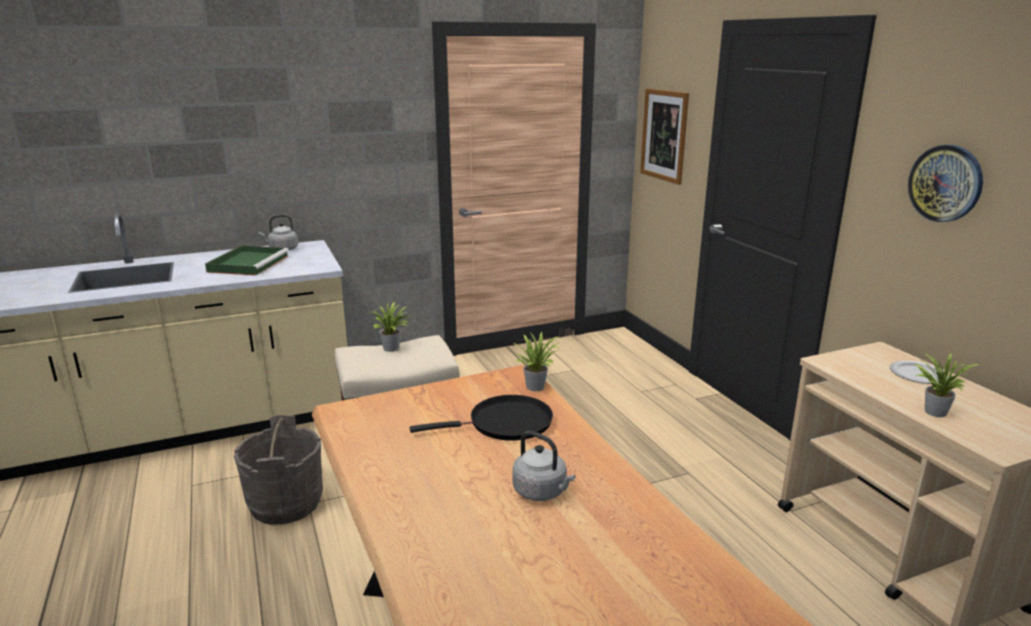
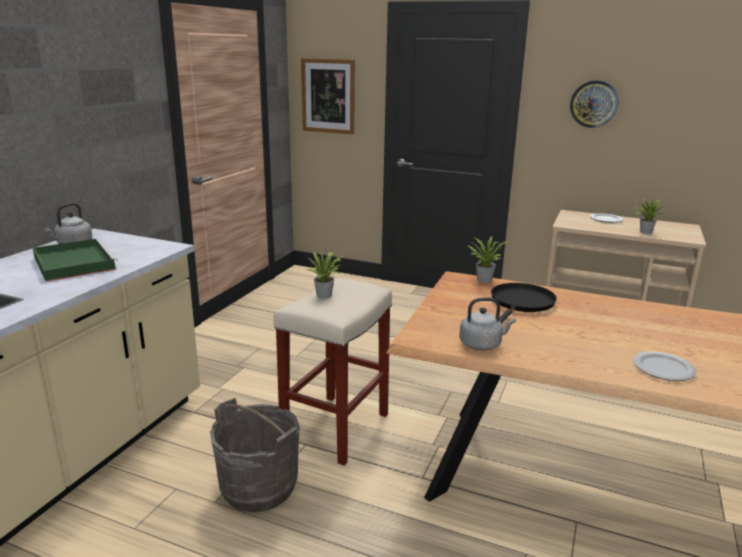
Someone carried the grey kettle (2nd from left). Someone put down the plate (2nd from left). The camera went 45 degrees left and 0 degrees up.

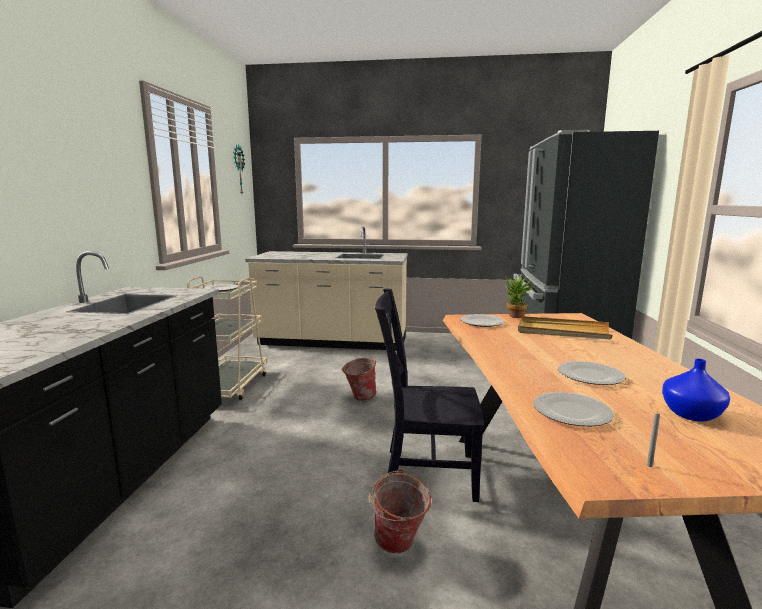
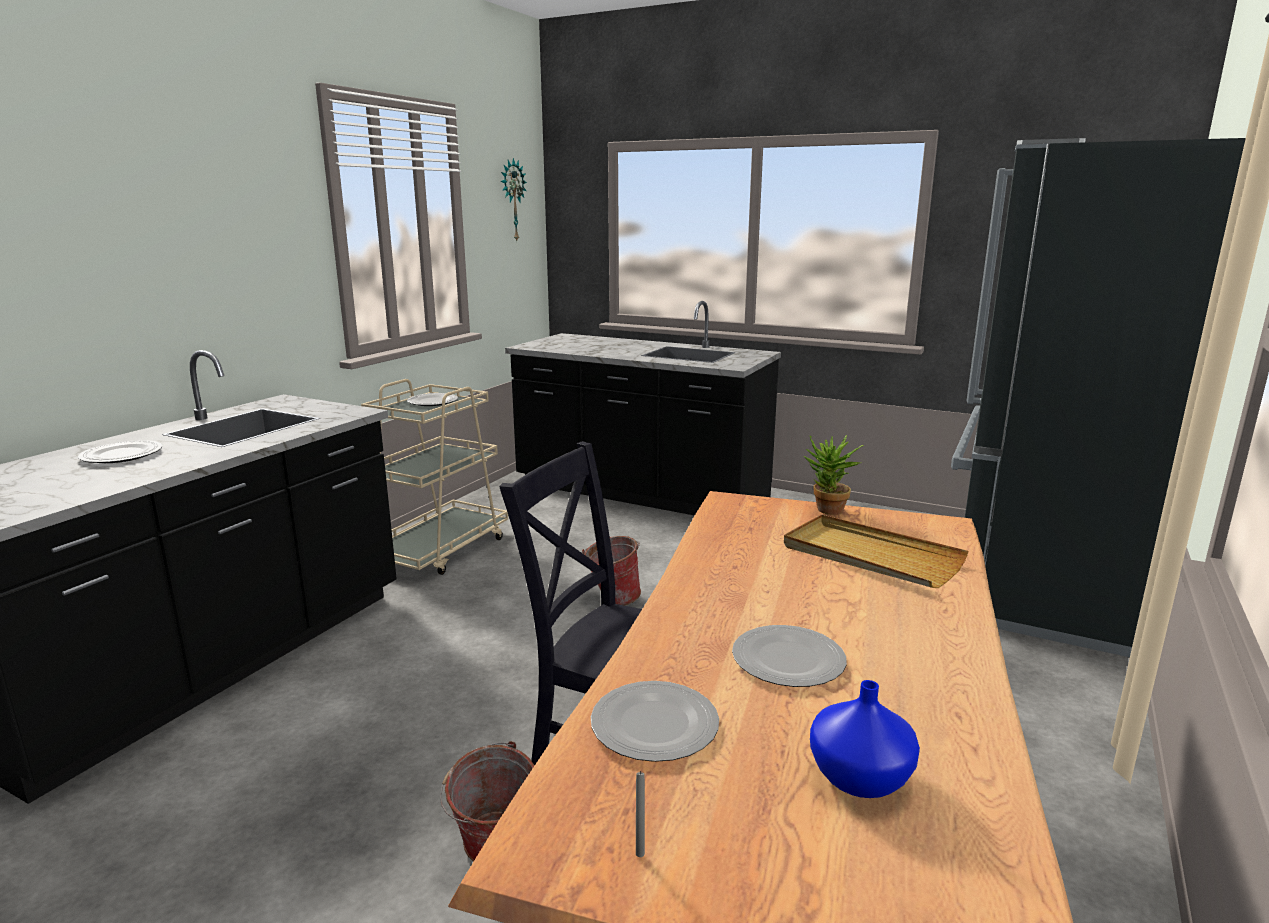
Someone repainted the beige counter, which became the black counter (2nd from left). Someone carried the plate (2nd from left in the first image). The camera went 20 degrees right and 5 degrees up.

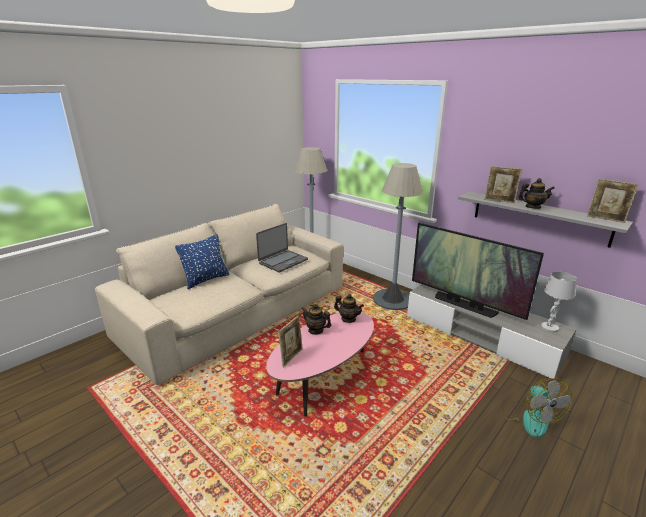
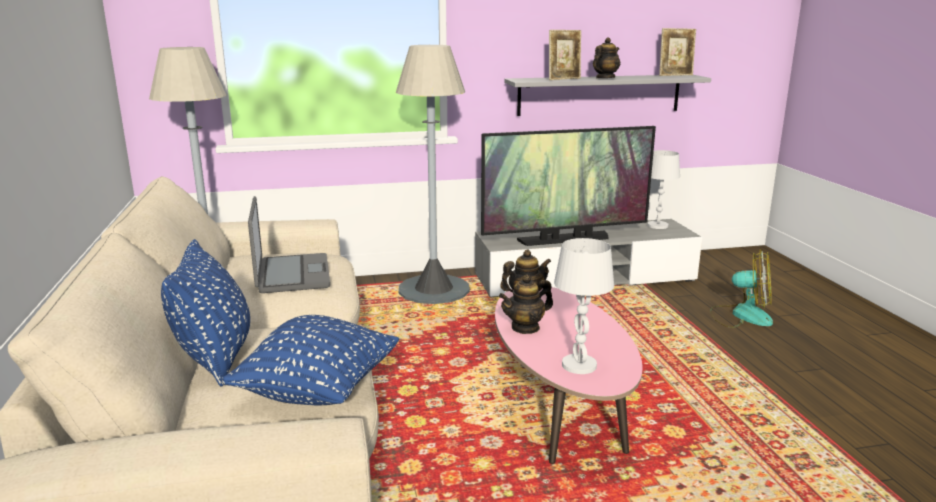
Someone swapped the picture frame (1st from left) for the white table lamp (1st from left). Someone put down the blue pillow (2nd from left). The camera went 55 degrees left and 5 degrees down.

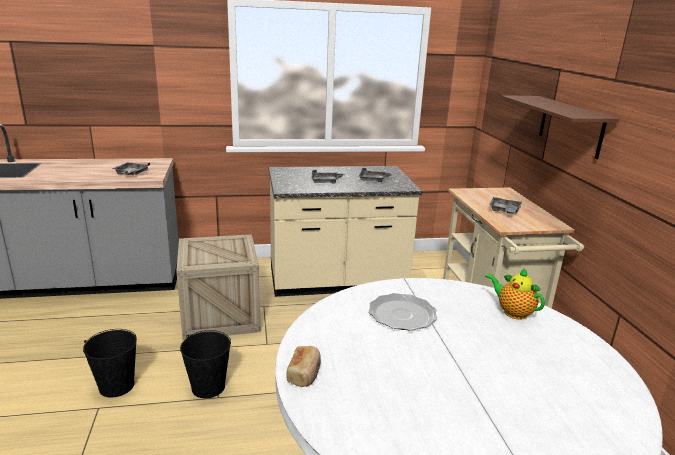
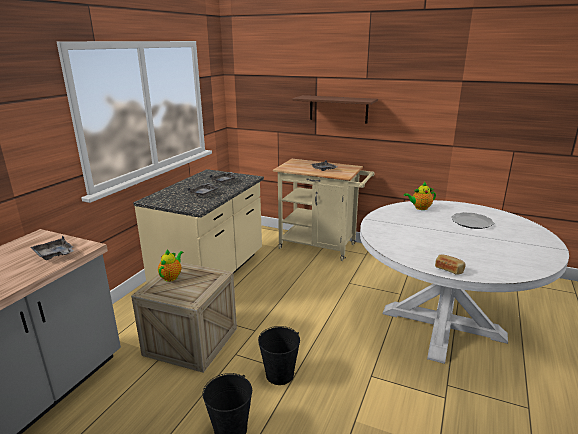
Someone carried the plate. Someone put down the teapot (1st from left). The camera went 55 degrees left and 0 degrees up.

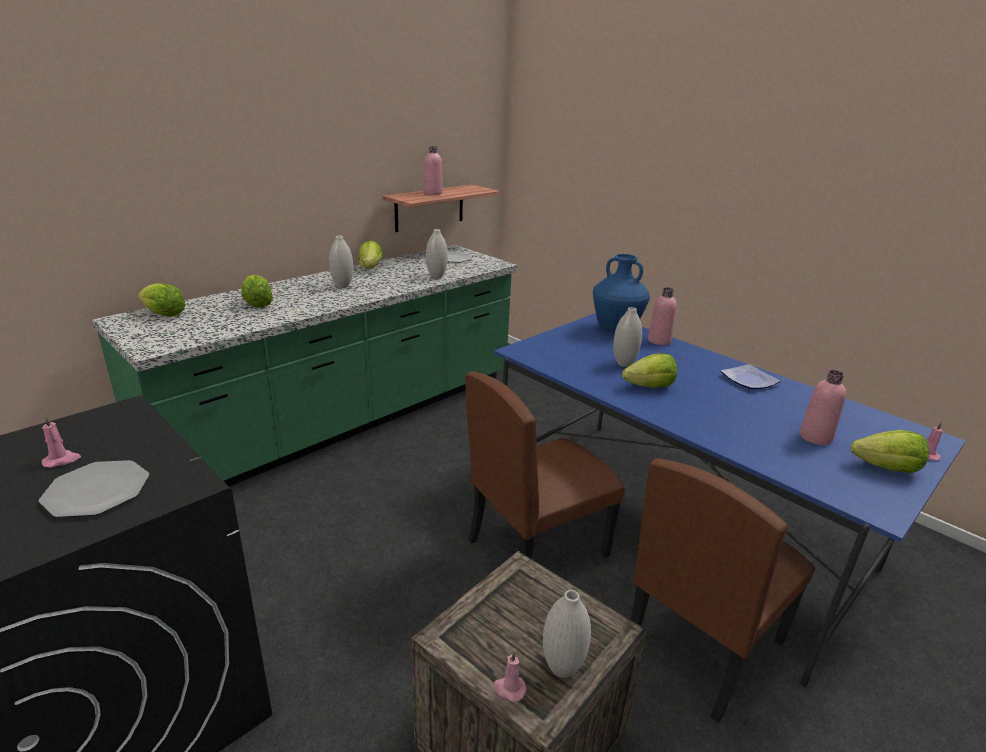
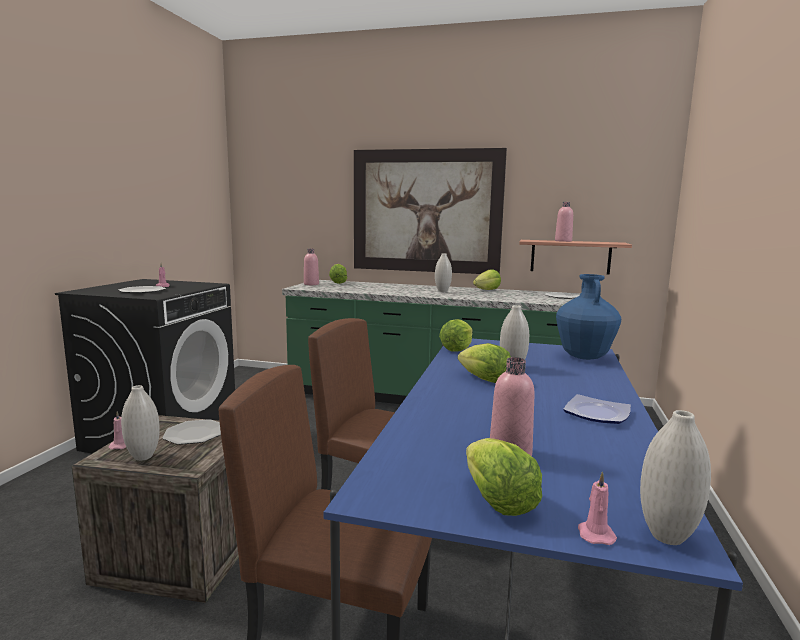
Someone carried the white vase (2nd from left in the first image). Someone carried the lettuce (2nd from left). Someone carried the pink bottle (2nd from left in the first image). Someone put up the picture. Someone put down the plate (2nd from left). The camera went 60 degrees right and 15 degrees down.

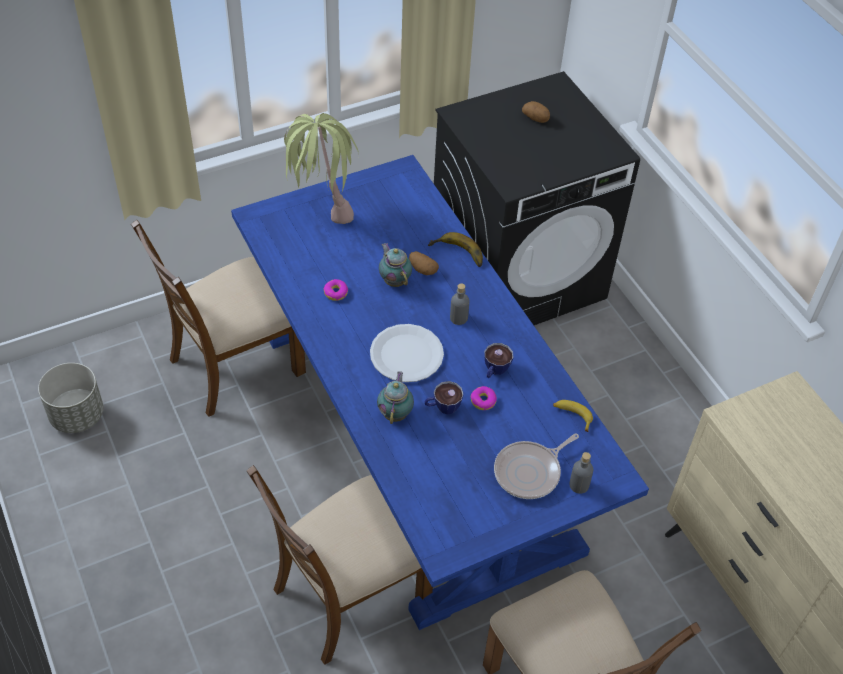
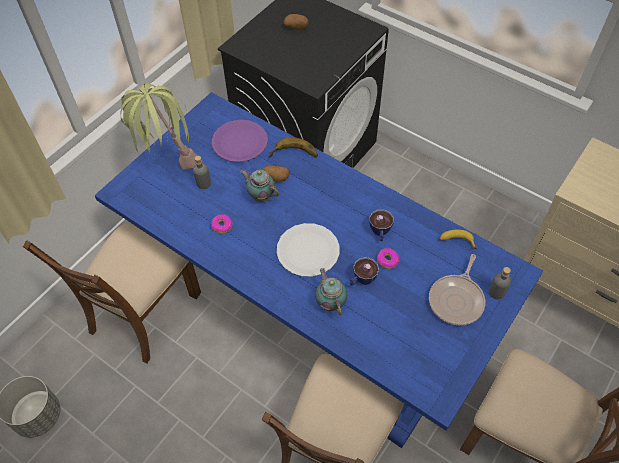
Someone carried the grey bottle (1st from left). Someone put down the purple plate. The camera went 25 degrees left and 5 degrees up.

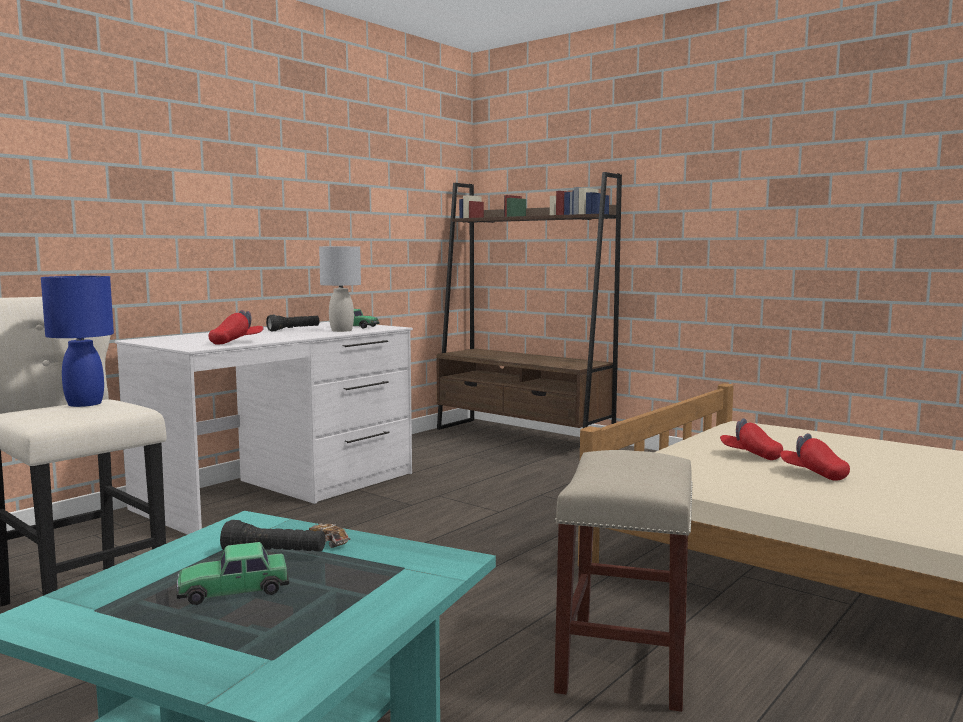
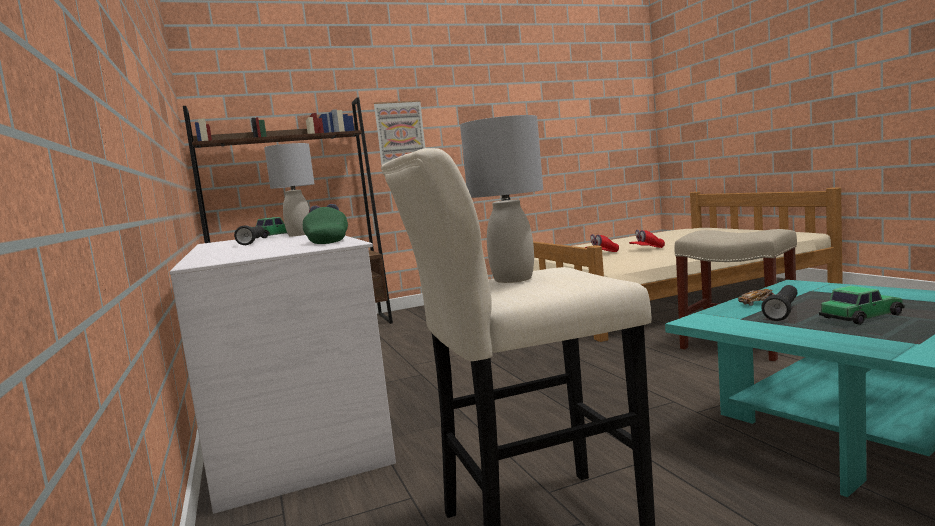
Someone repainted the blue table lamp, which became the grey table lamp (2nd from left). Someone repainted the red cap (1st from left), which became the green cap. Someone rotated the toy car (1st from left in the first image) by 120 degrees counterclockwise. Someone put up the picture. The camera went 60 degrees left and 0 degrees up.

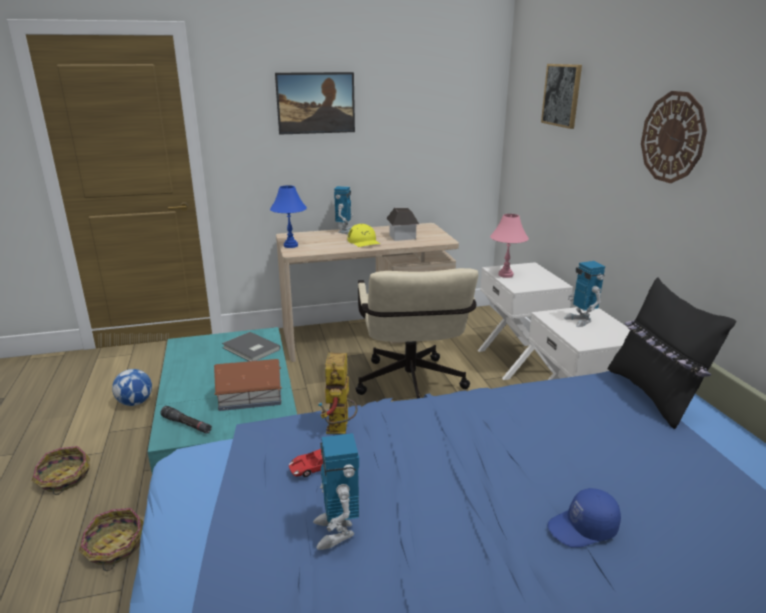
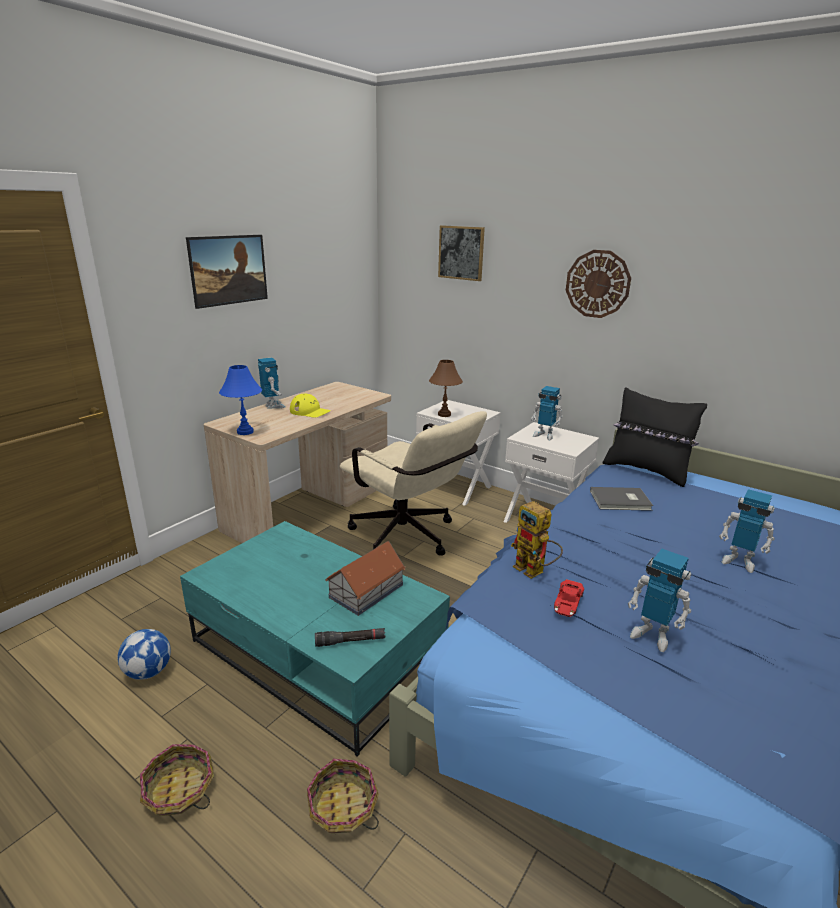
Someone took away the toy house (2nd from left). Someone repainted the pink table lamp, which became the brown table lamp. Someone carried the grey book. Someone swapped the blue cap for the toy robot (5th from left). The camera went 40 degrees left and 0 degrees up.

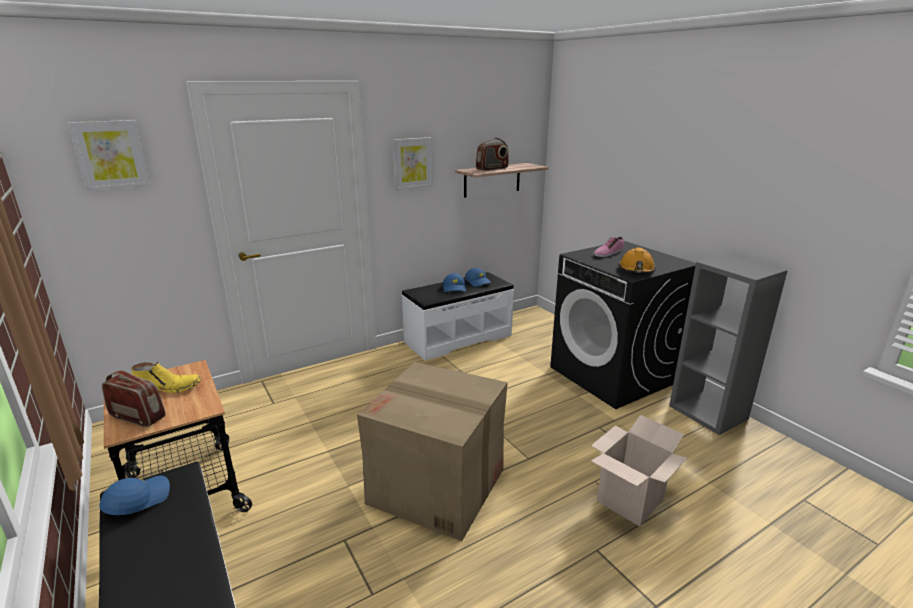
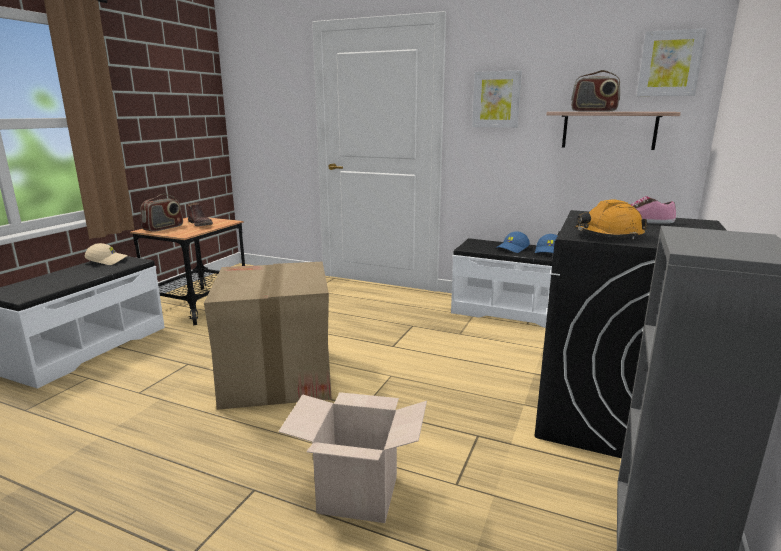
Someone carried the picture (1st from left in the first image). Someone repainted the yellow boot, which became the brown boot. Someone rotated the radio (1st from left) by 45 degrees clockwise. Someone repainted the blue cap (1st from left), which became the beige cap. The camera went 55 degrees right and 5 degrees down.

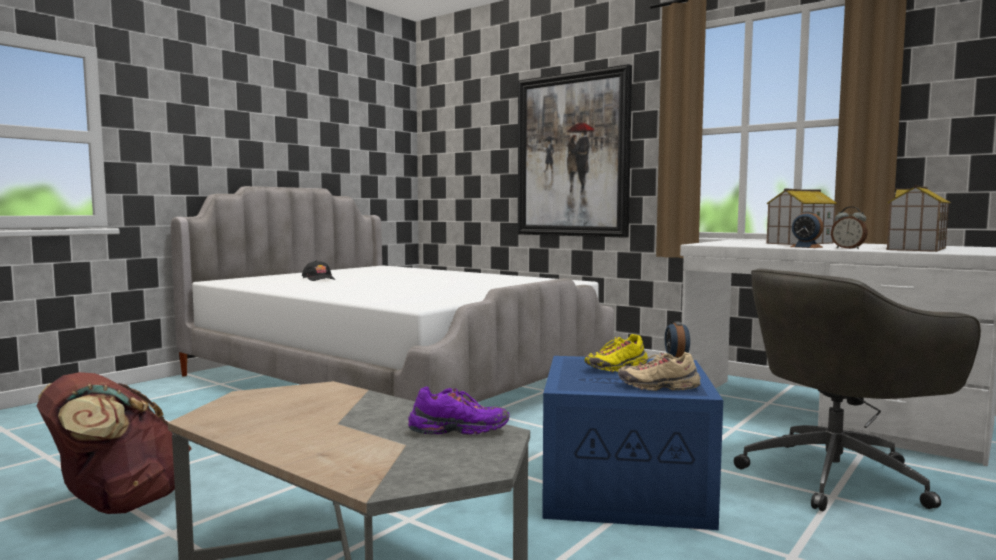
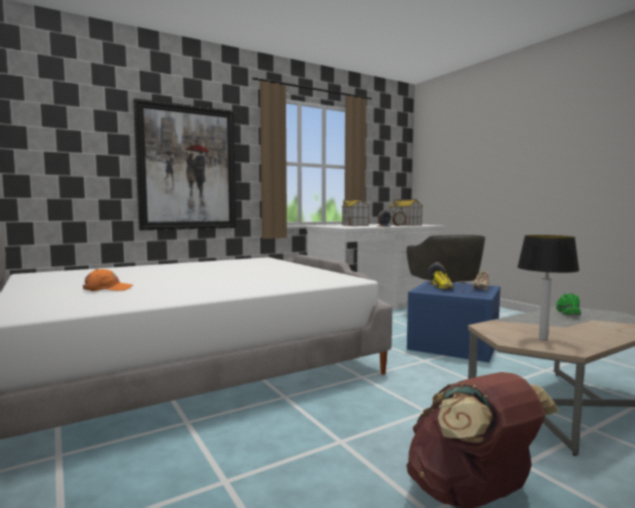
Someone repainted the black cap, which became the orange cap. Someone repainted the purple shoe, which became the green shoe. Someone put down the table lamp. The camera went 70 degrees left and 0 degrees up.

